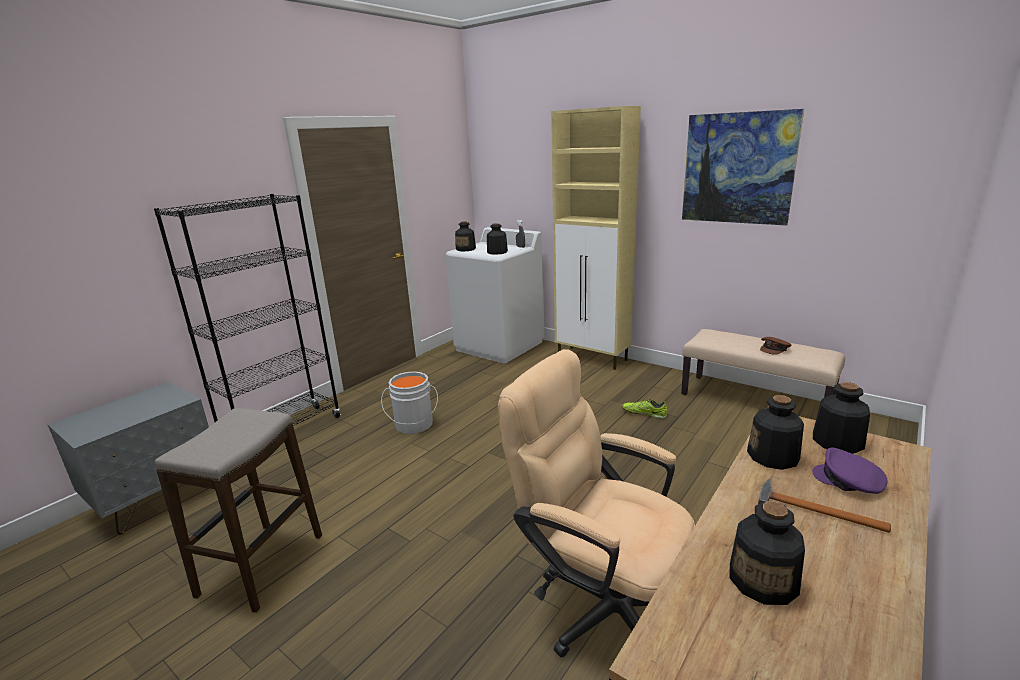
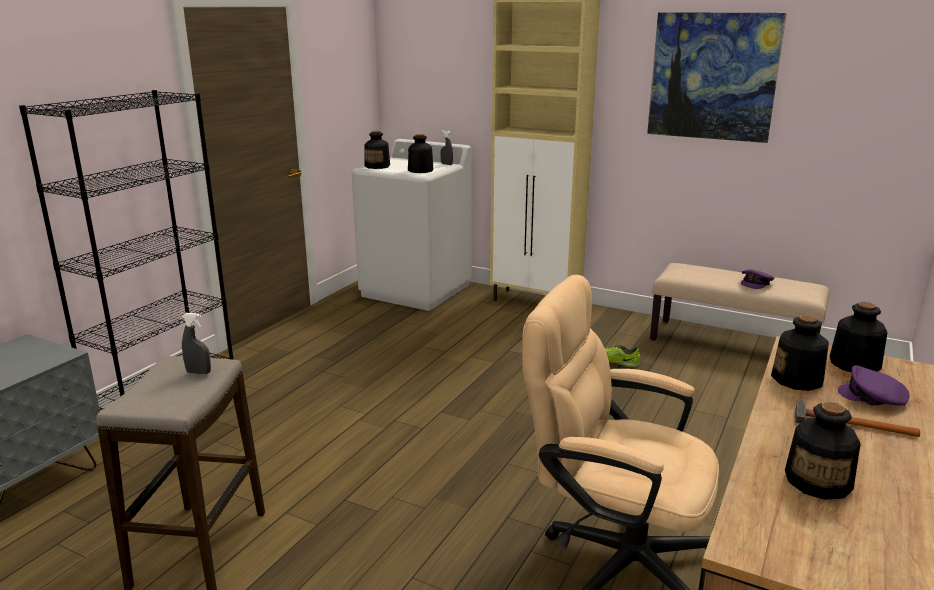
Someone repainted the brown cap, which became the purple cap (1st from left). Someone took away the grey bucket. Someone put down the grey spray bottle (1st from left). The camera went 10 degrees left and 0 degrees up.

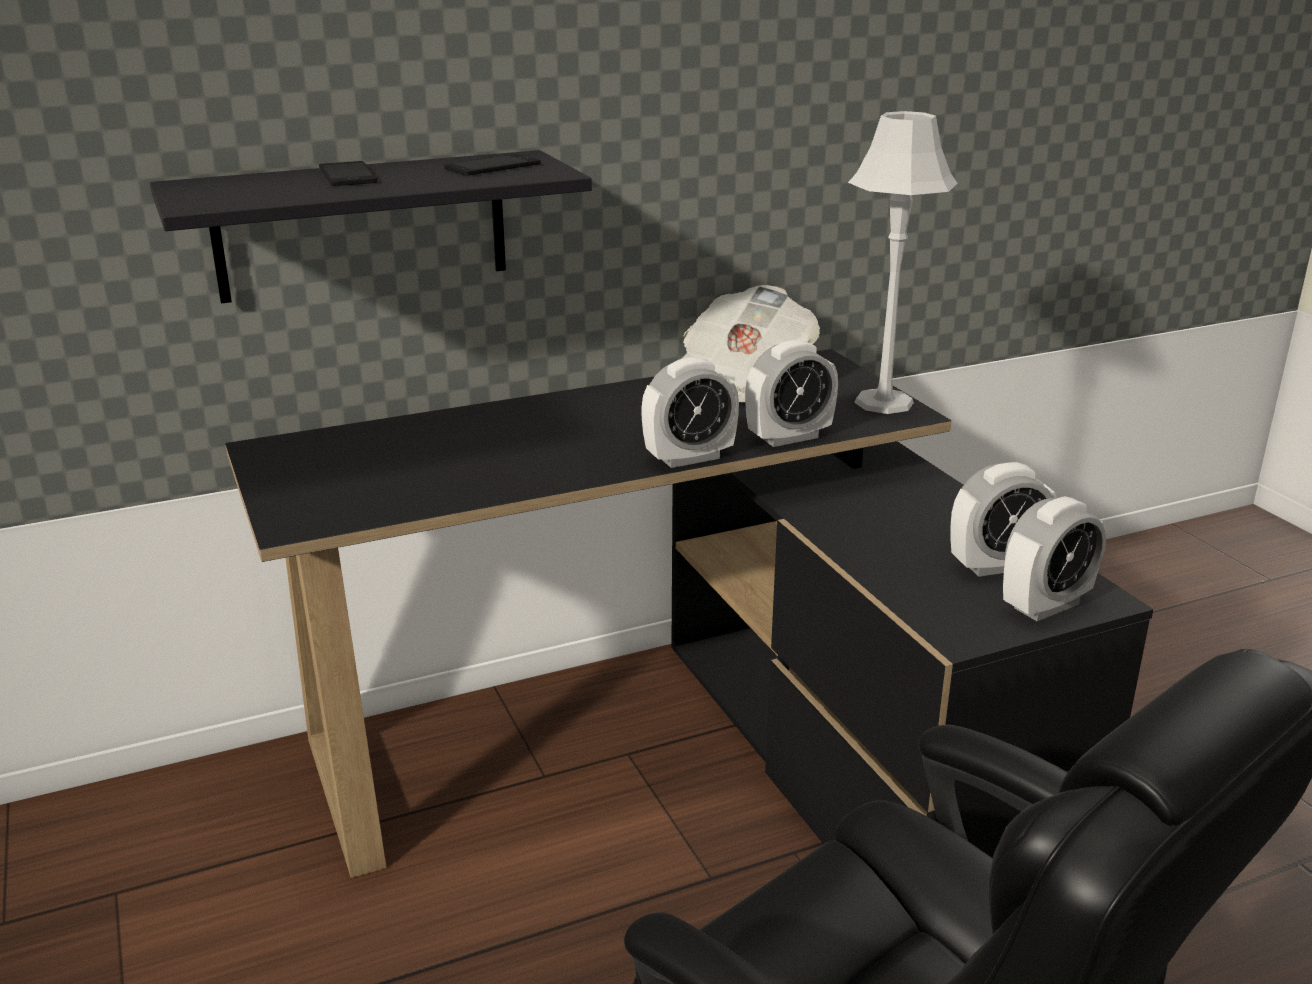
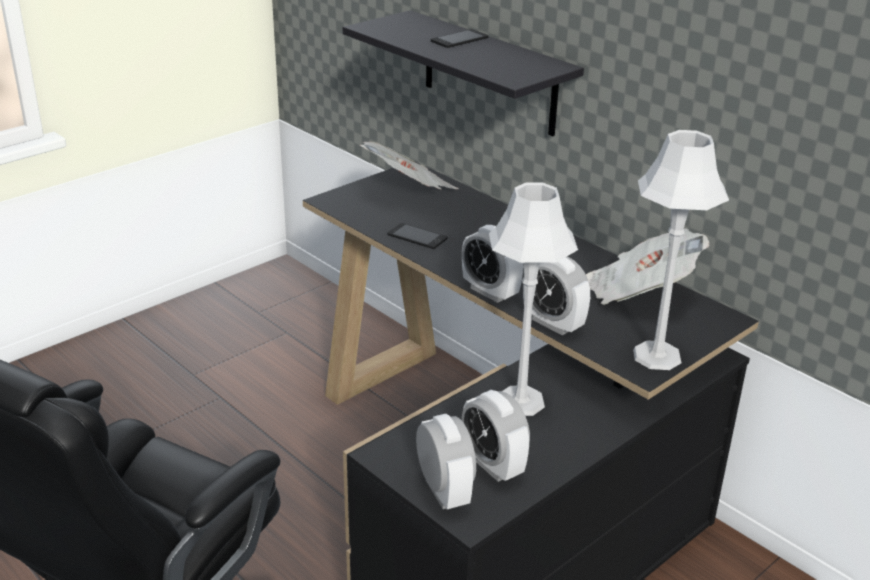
Someone carried the phone (2nd from left in the first image). Someone rotated the alarm clock (4th from left in the first image) by 150 degrees counterclockwise. Someone put down the newspaper (1st from left). Someone put down the grey table lamp (1st from left). The camera went 70 degrees right and 5 degrees up.

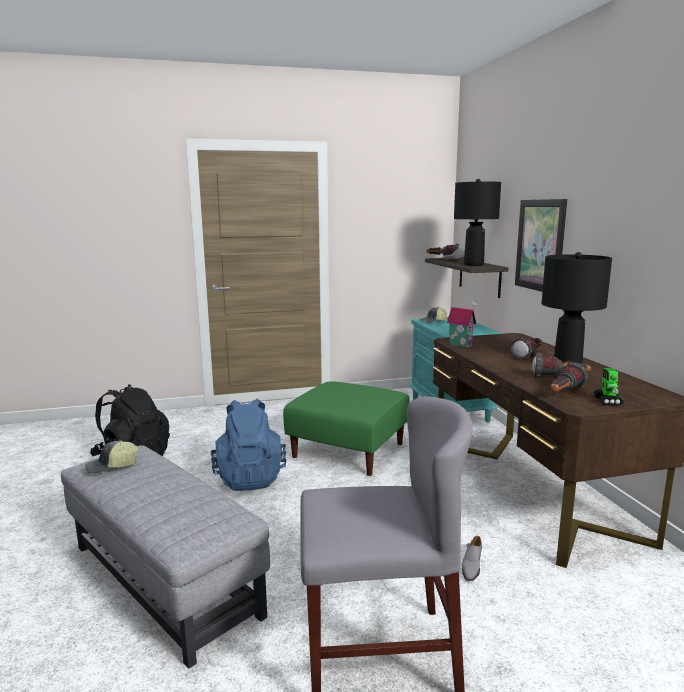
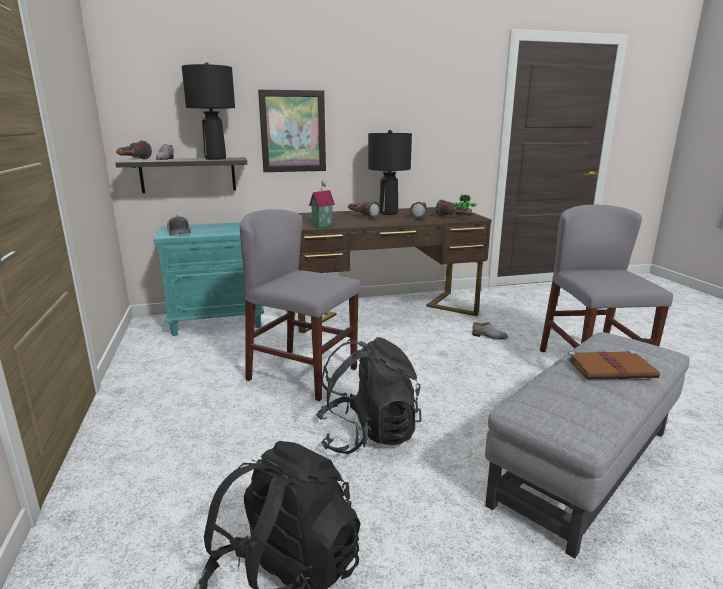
Someone swapped the green ottoman for the grey chair (1st from left). Someone repainted the blue backpack, which became the black backpack (2nd from left). Someone took away the cap (1st from left). Someone put down the brown book. The camera went 90 degrees left and 5 degrees up.

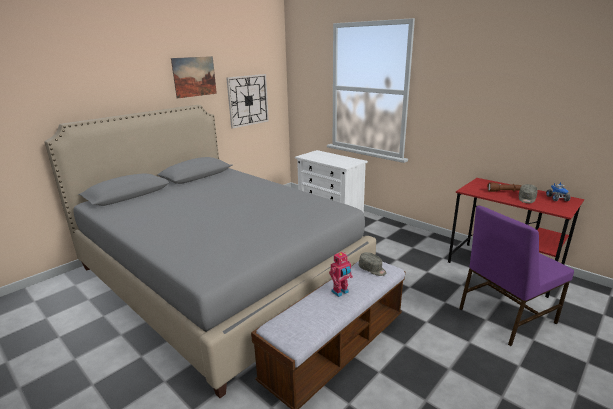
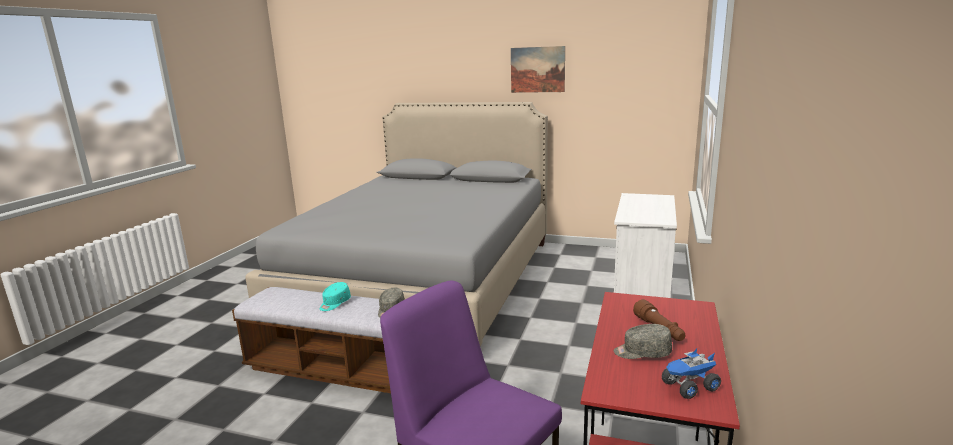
Someone took away the wall clock. Someone swapped the toy robot for the turquoise cap. The camera went 65 degrees right and 5 degrees down.

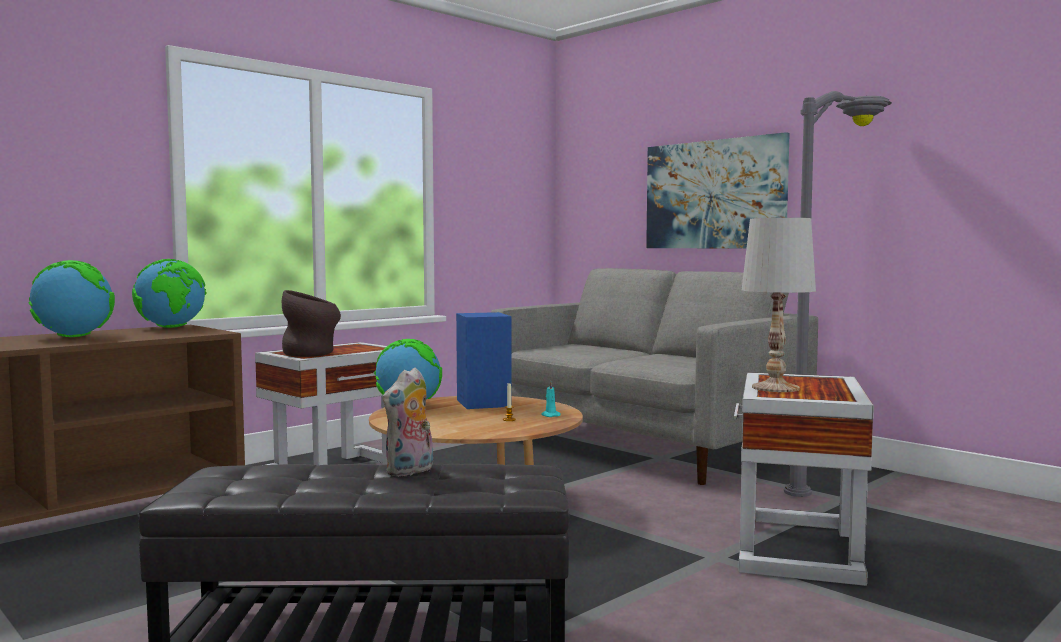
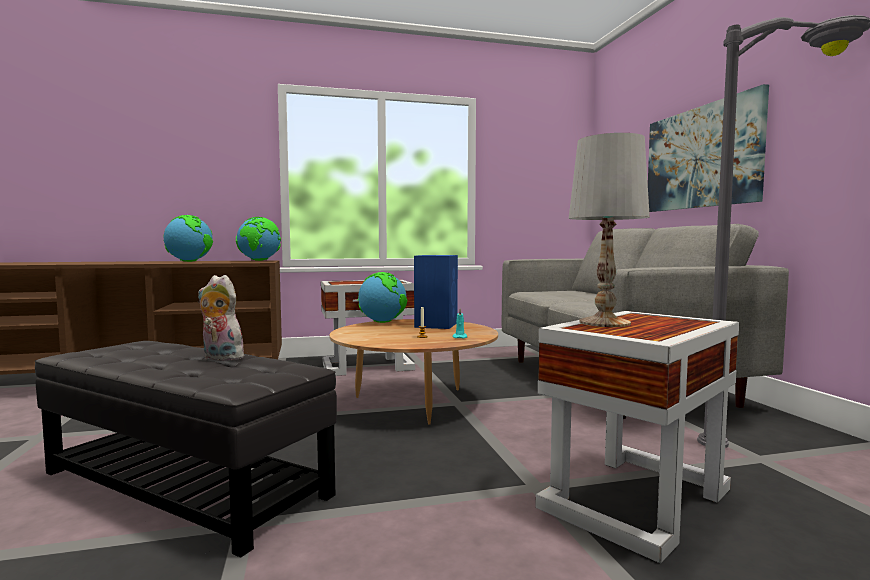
Someone took away the brown vase. Someone rotated the plush toy by 45 degrees clockwise. The camera went 30 degrees right and 0 degrees up.

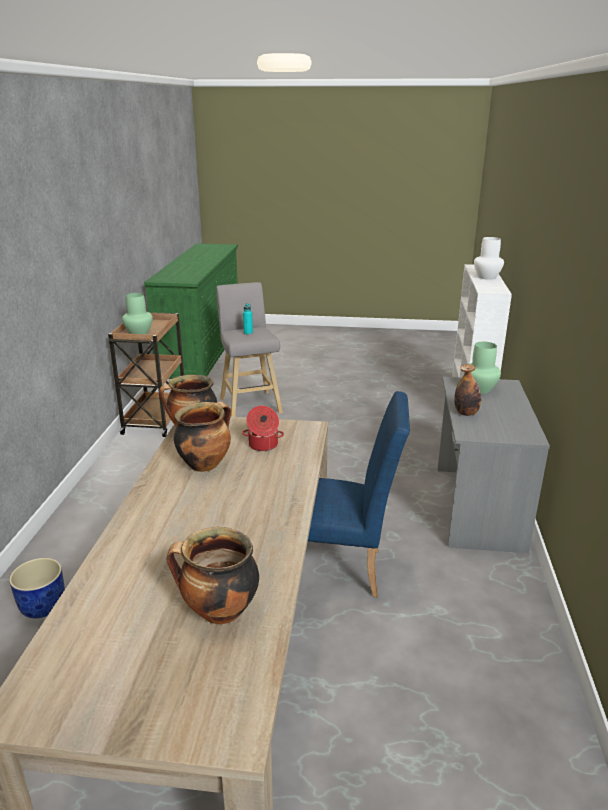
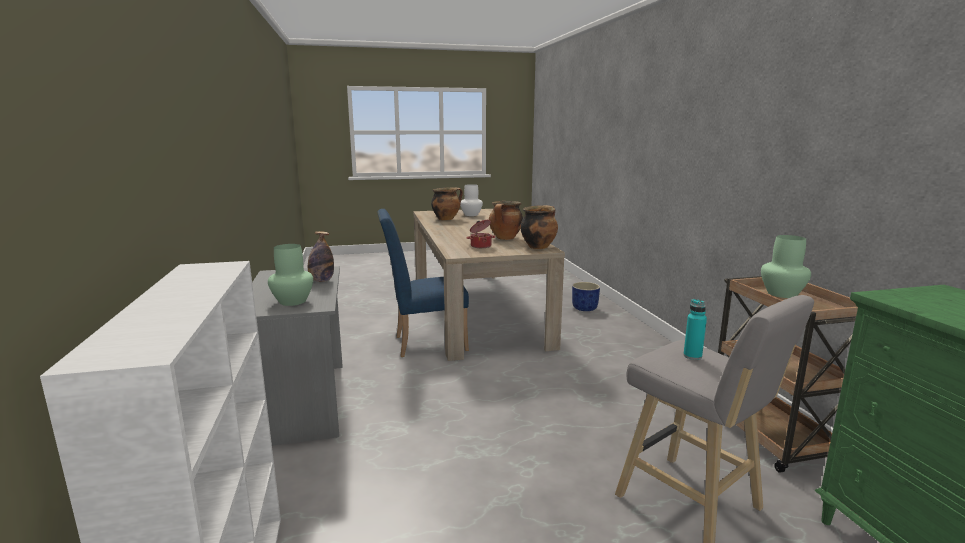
Someone carried the white vase. The camera went 160 degrees right and 10 degrees down.

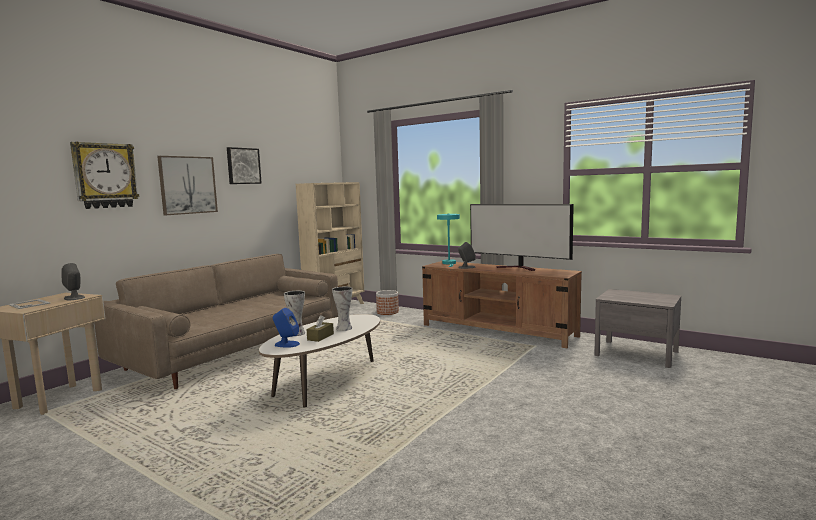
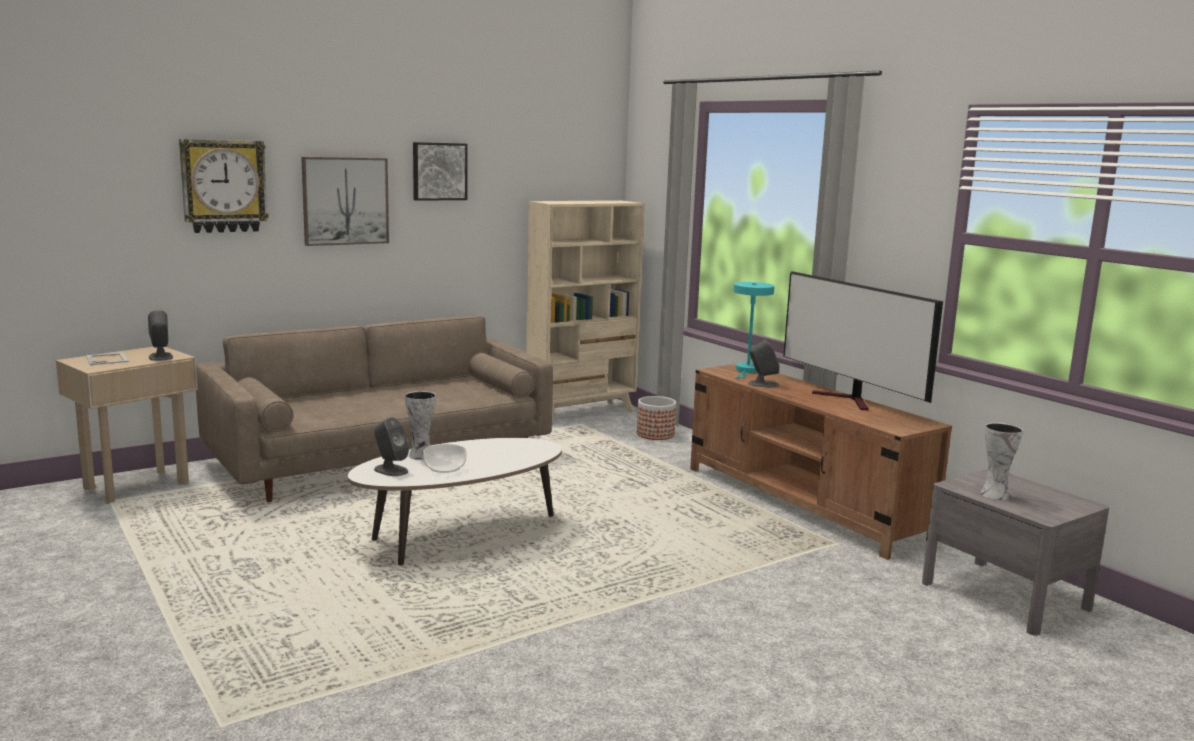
Someone carried the vase (2nd from left). Someone repainted the blue speaker, which became the grey speaker (2nd from left). Someone swapped the brown tissue box for the bowl. The camera went 20 degrees right and 5 degrees up.

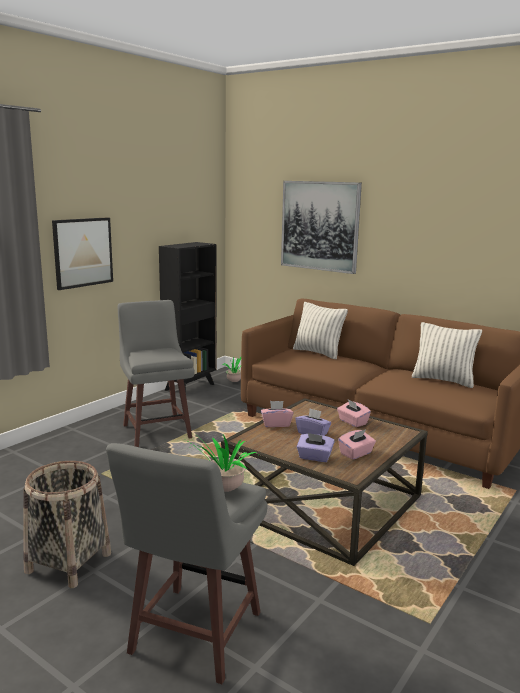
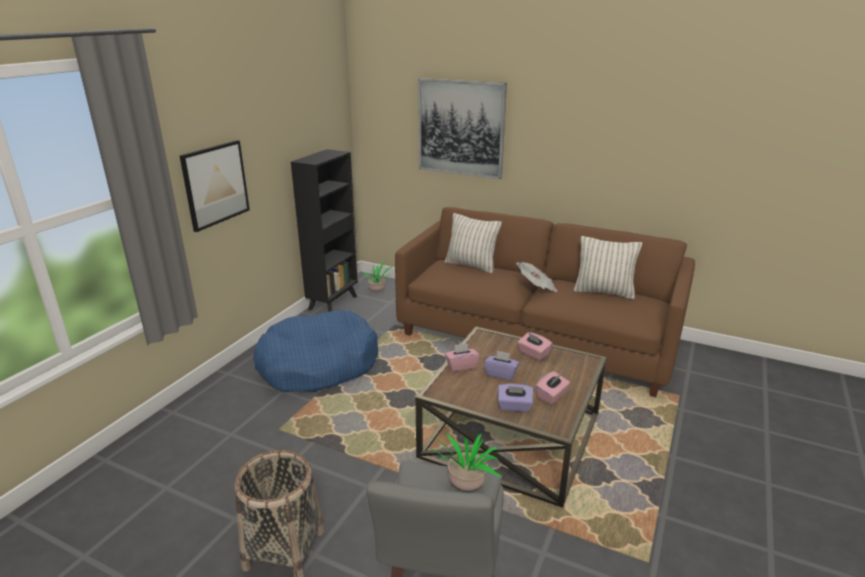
Someone swapped the grey stool (1st from left) for the blue dog bed. Someone put down the newspaper. The camera went 10 degrees left and 10 degrees up.

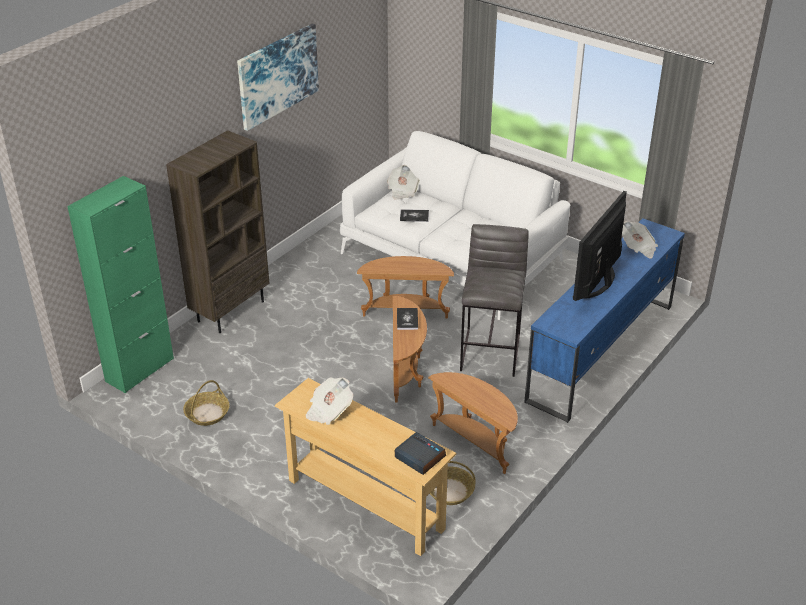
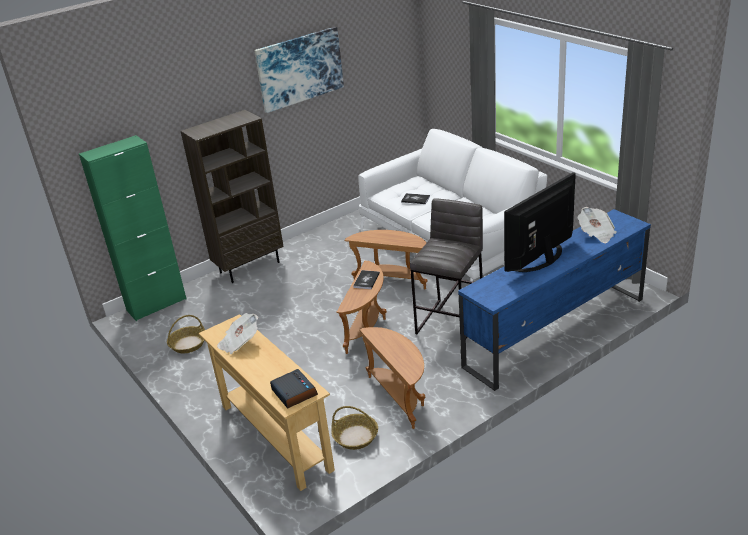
Someone took away the newspaper (2nd from left). The camera went 20 degrees right and 5 degrees down.

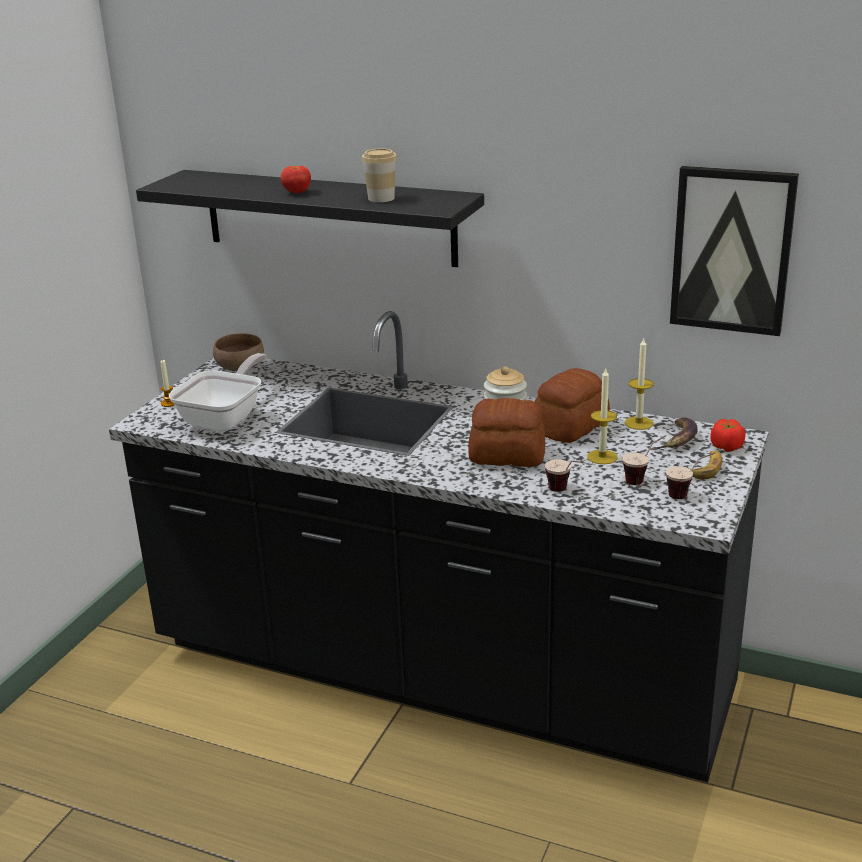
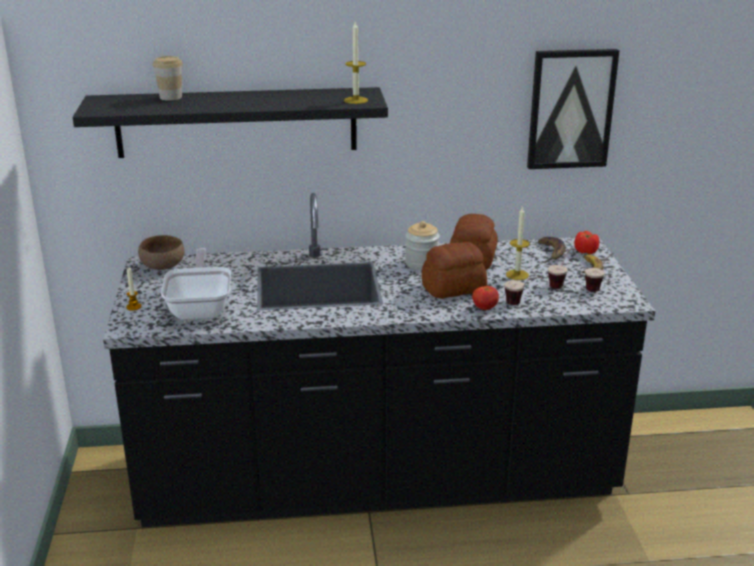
Someone carried the cup (1st from left). Someone carried the tomato (1st from left). Someone carried the candle (3rd from left in the first image). The camera went 30 degrees left and 0 degrees up.

